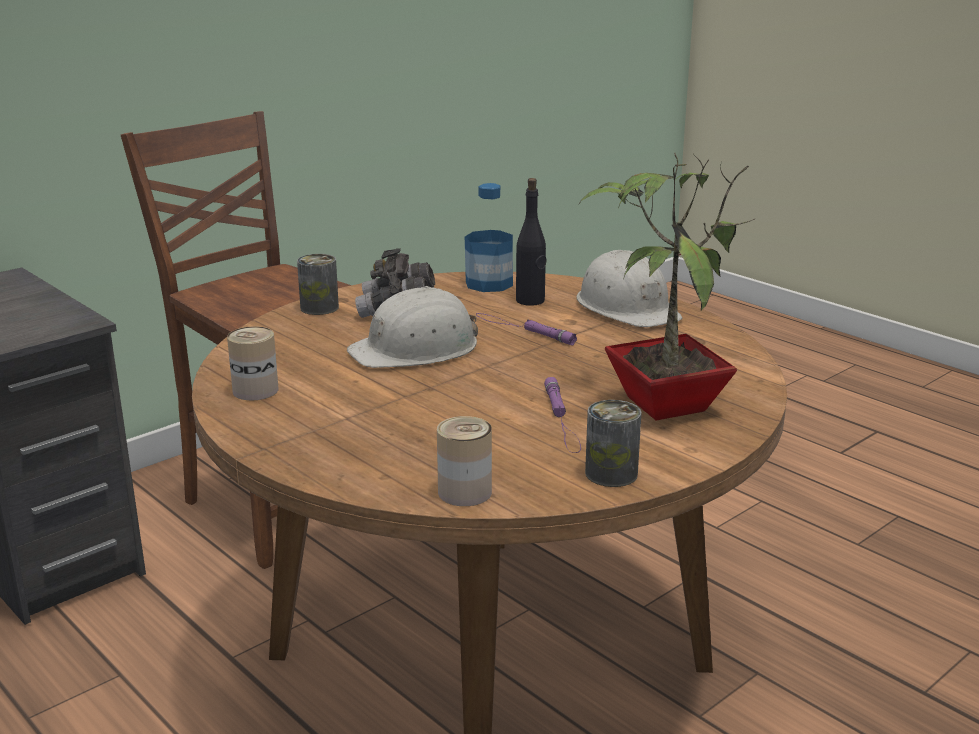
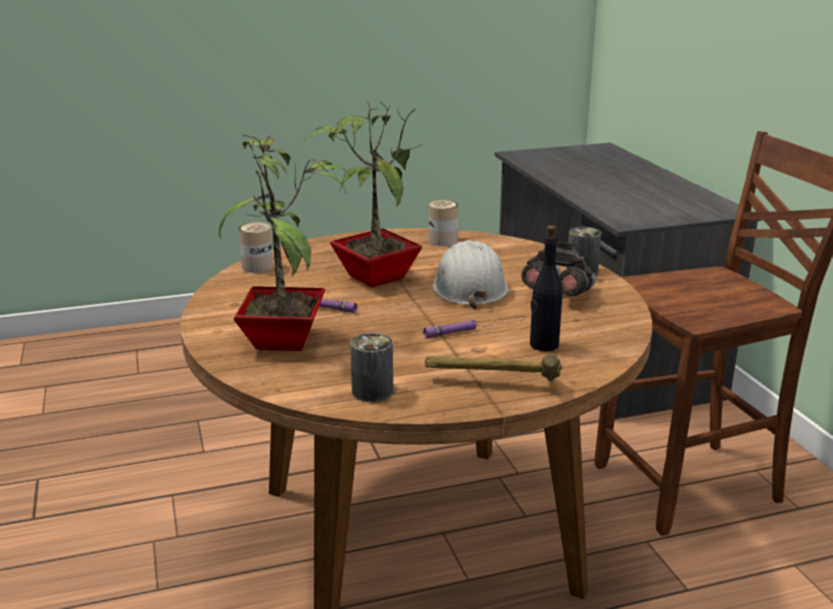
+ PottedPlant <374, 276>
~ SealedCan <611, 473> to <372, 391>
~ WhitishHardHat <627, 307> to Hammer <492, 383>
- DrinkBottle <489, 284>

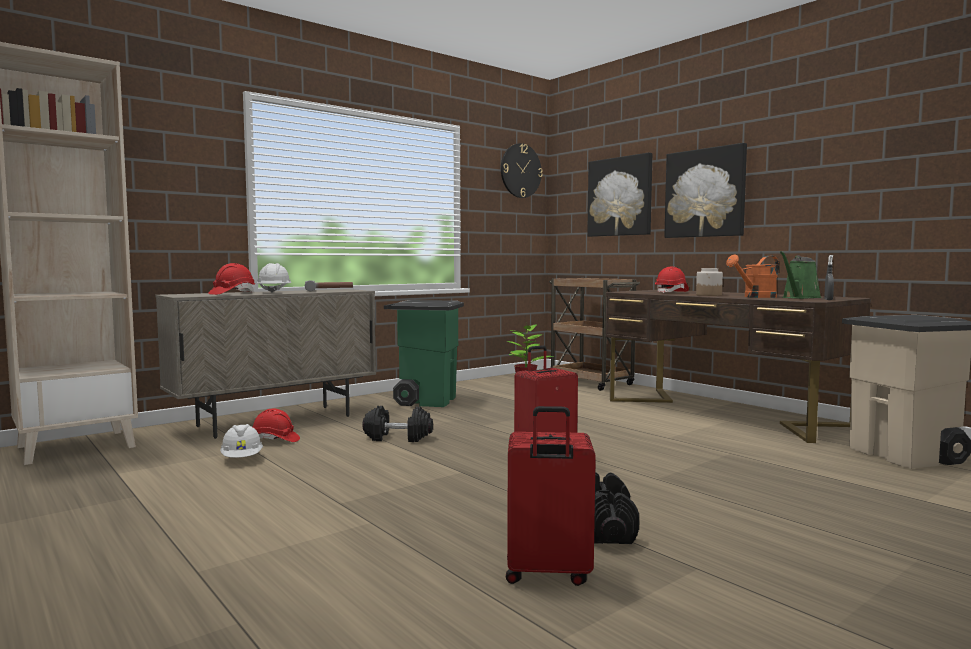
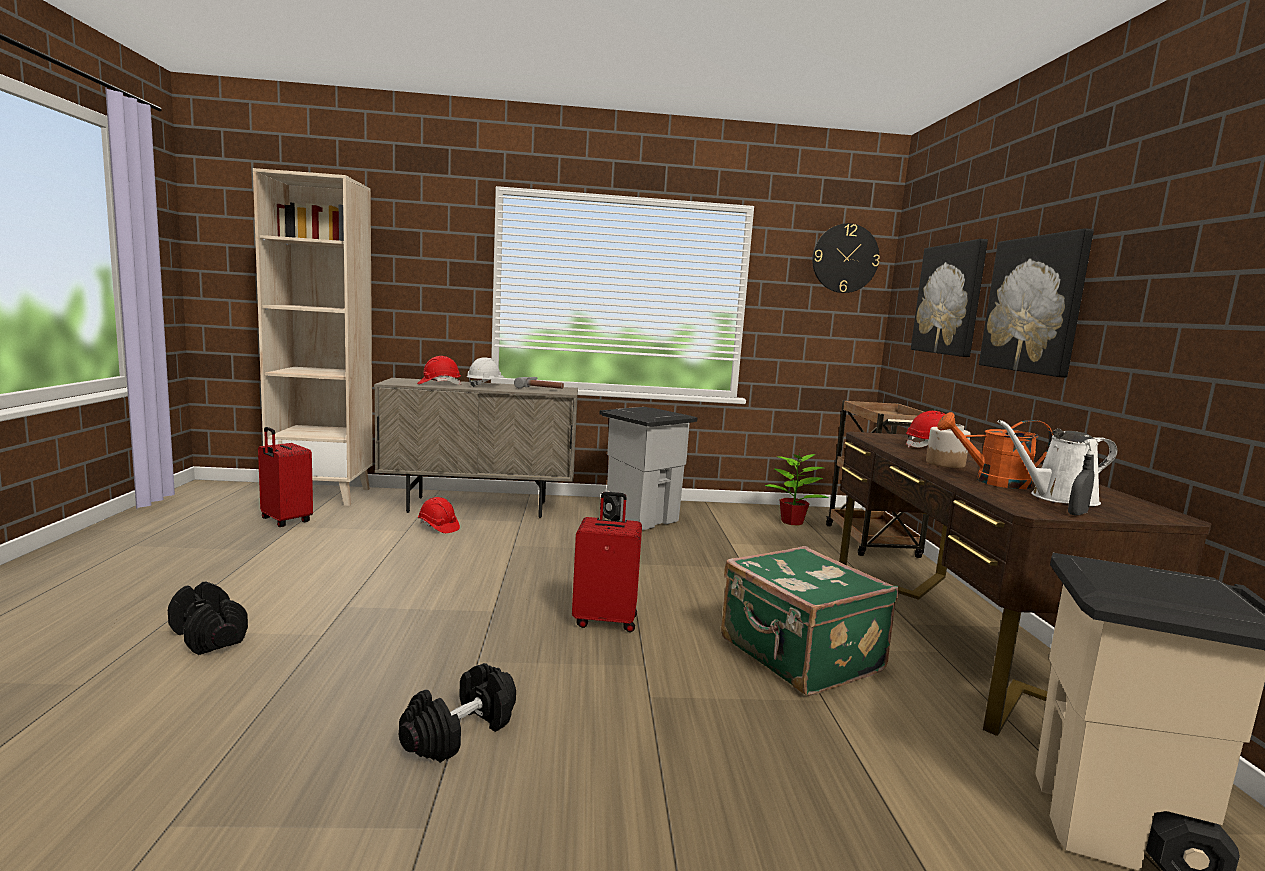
~ BlackColouredDumbbell <398, 438> to <209, 636>
~ RedPieceOfLuggage <547, 574> to <285, 521>
~ GreenishTrashCan <426, 401> to GreyishTrashCan <640, 519>
+ GreenishPieceOfLuggage <799, 656>
~ GreenishSprinklingCan <799, 298> to WhitishSprinklingCan <1058, 498>
- WhitishHardHat <242, 459>

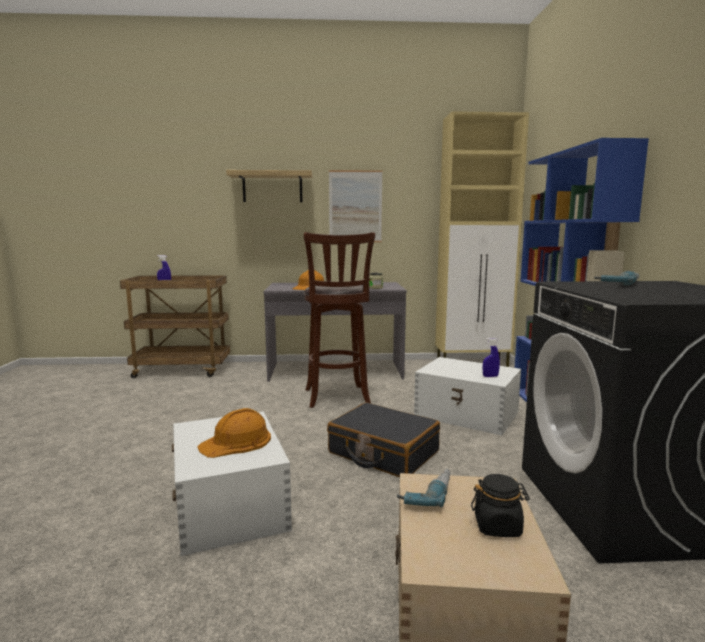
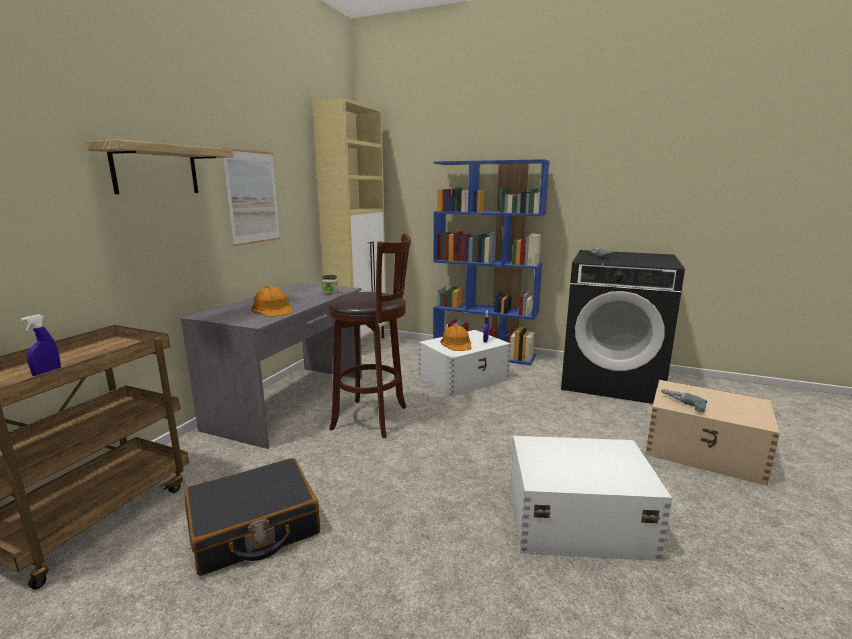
~ BlackColouredPieceOfLuggage <383, 452> to <254, 528>
~ OrangeyHardHat <236, 442> to <457, 343>
- BlackColouredJar <498, 526>

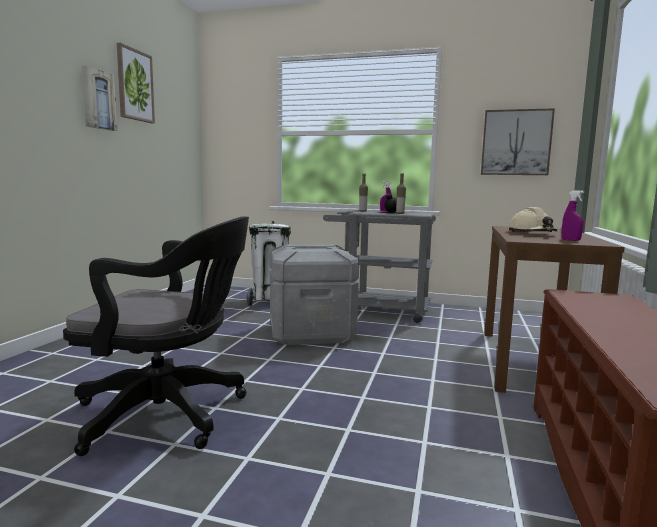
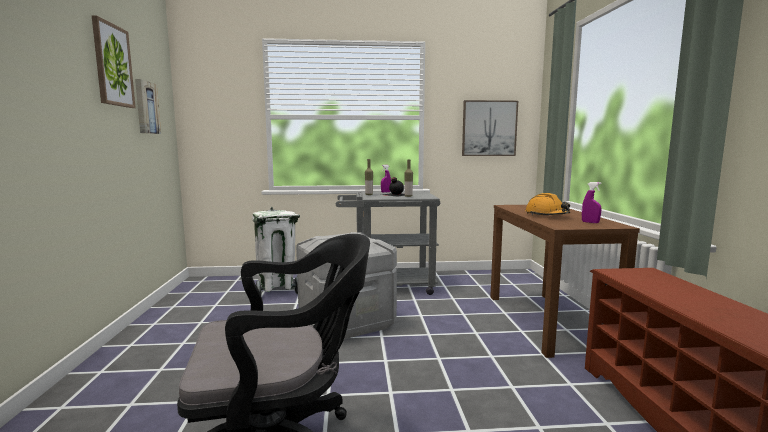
~ WallPicture <98, 100> to <146, 107>
~ SandColouredHardHat <531, 234> to OrangeyHardHat <546, 215>

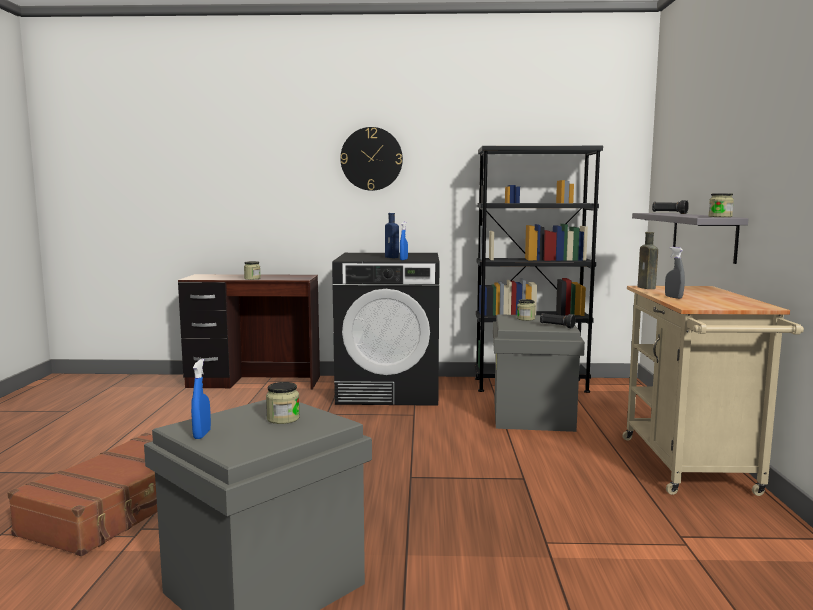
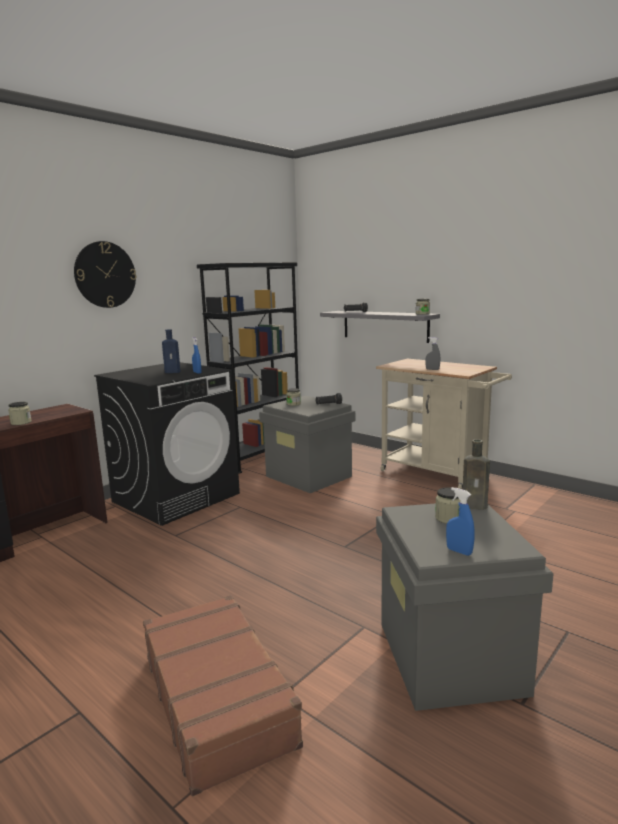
~ BrownColouredDrinkBottle <647, 288> to <476, 506>

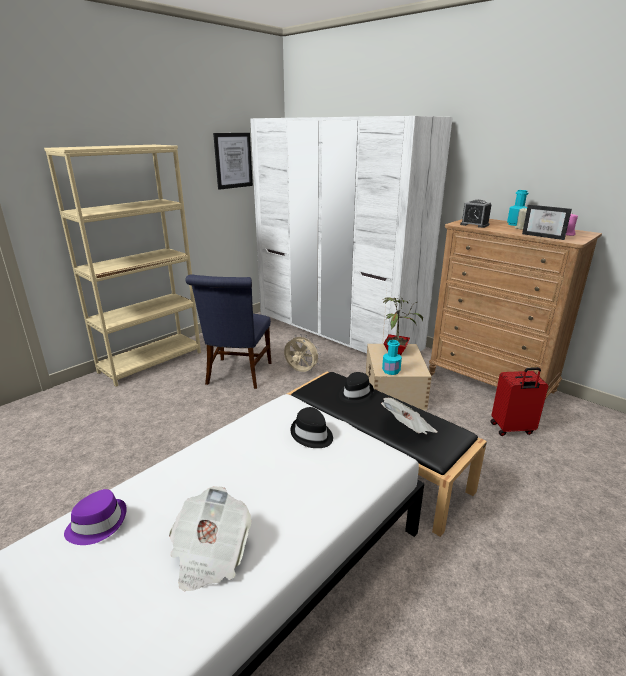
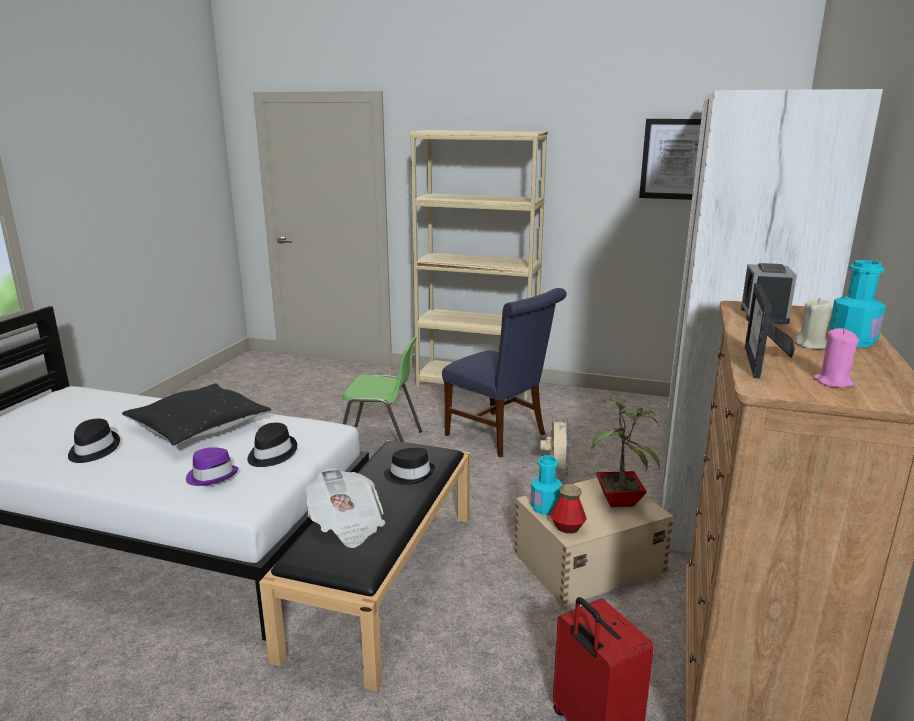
~ PrintedPaper <210, 554> to BlackColouredWearableHat <93, 450>
+ BlackColouredPillow <199, 426>
~ PurplishWearableHat <97, 523> to <212, 475>
+ GreenishUprightChair <382, 442>
~ BlueColouredUprightChair <237, 375> = <500, 435> 120 degrees counterclockwise
+ DrinkBottle <567, 528>

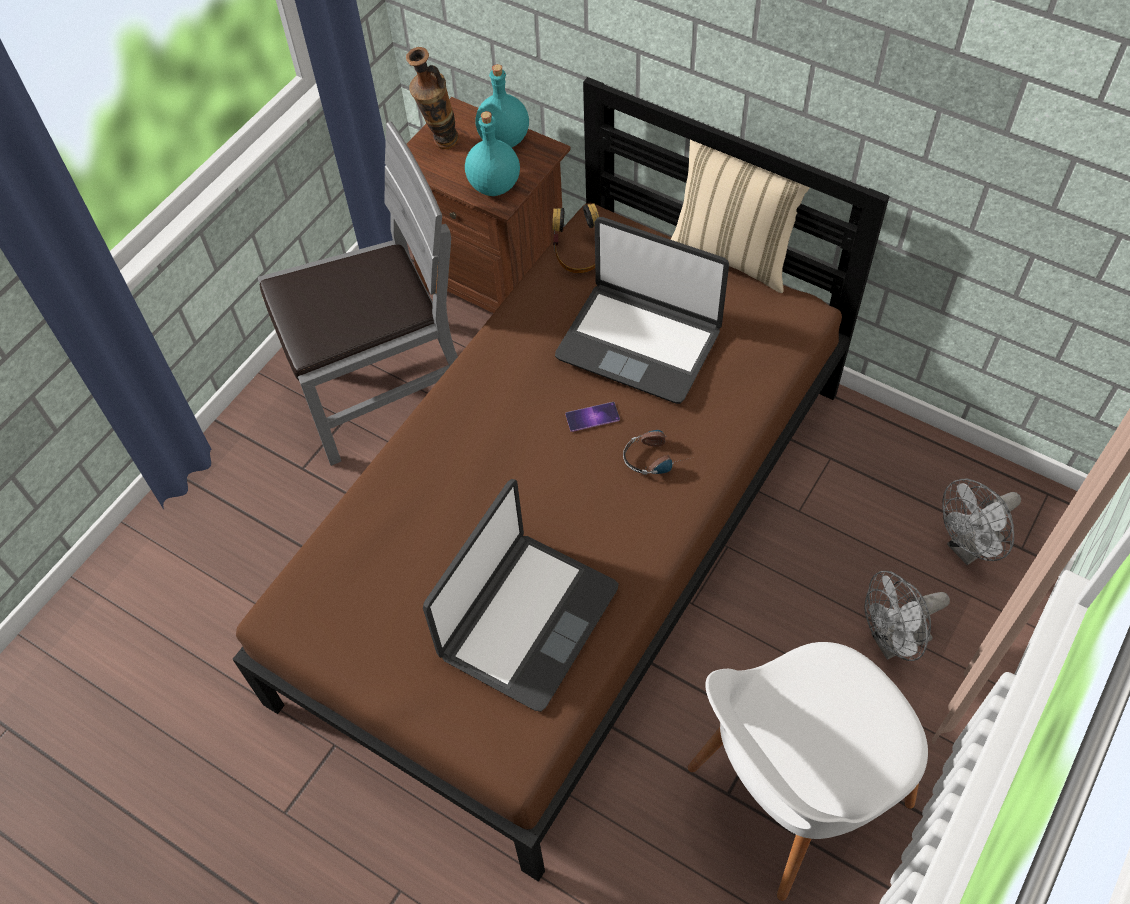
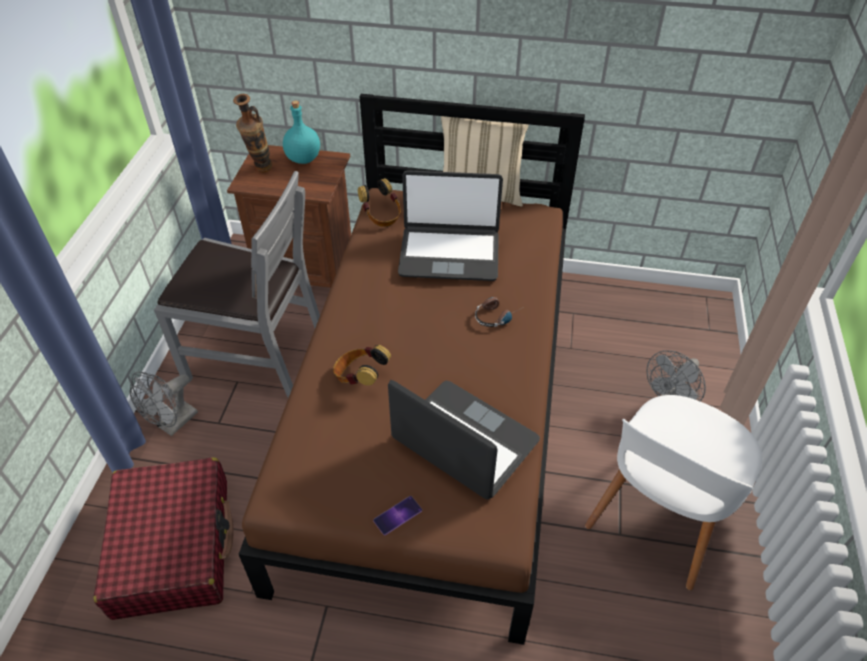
+ RedPieceOfLuggage <173, 546>
~ GreyishCoolingFan <968, 548> to <173, 424>
~ GreyishUprightChair <381, 387> = <256, 354> 60 degrees clockwise
+ PairOfHeadphones <360, 377>
~ Handset <592, 417> to <397, 515>
~ Laptop <527, 620> = <464, 441> 60 degrees counterclockwise
- TurquoiseColouredDrinkBottle <493, 186>

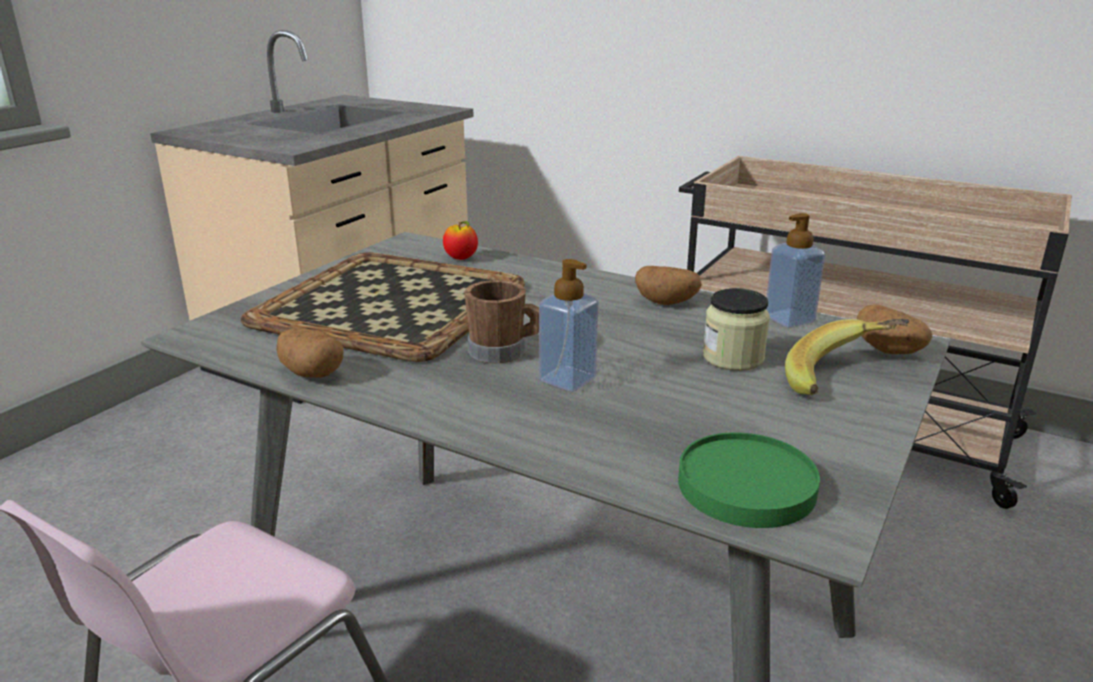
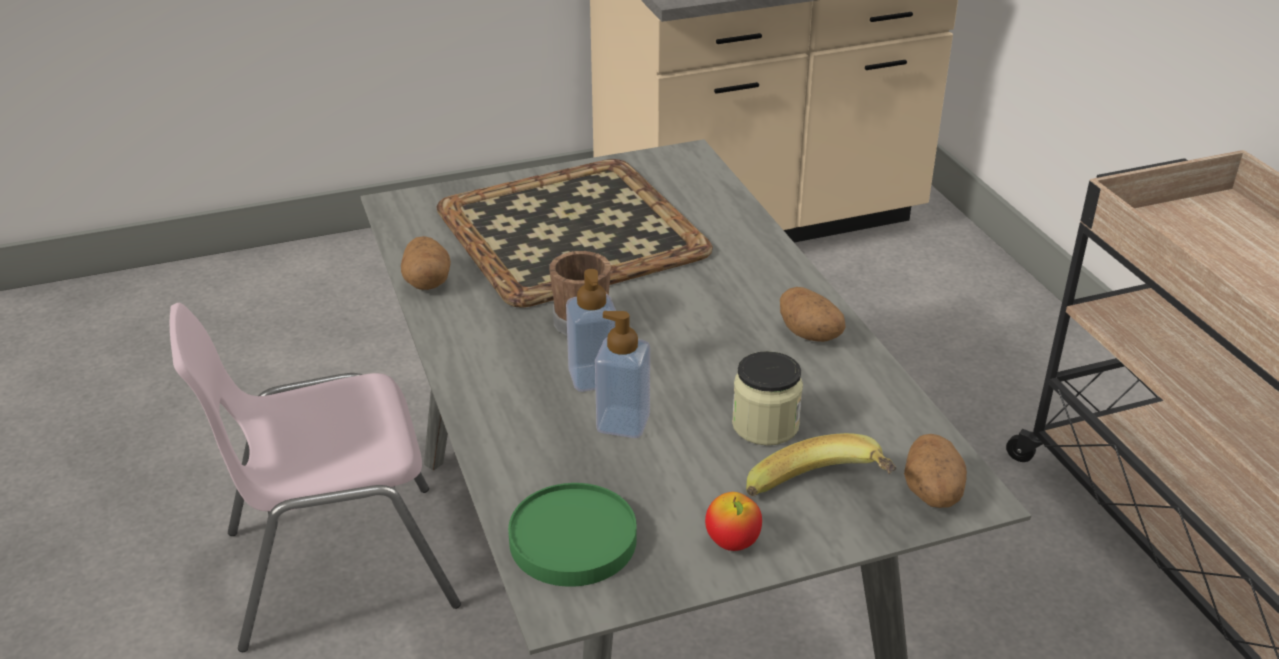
~ SoapBottle <789, 319> to <623, 423>
~ AppleFruit <461, 258> to <732, 543>

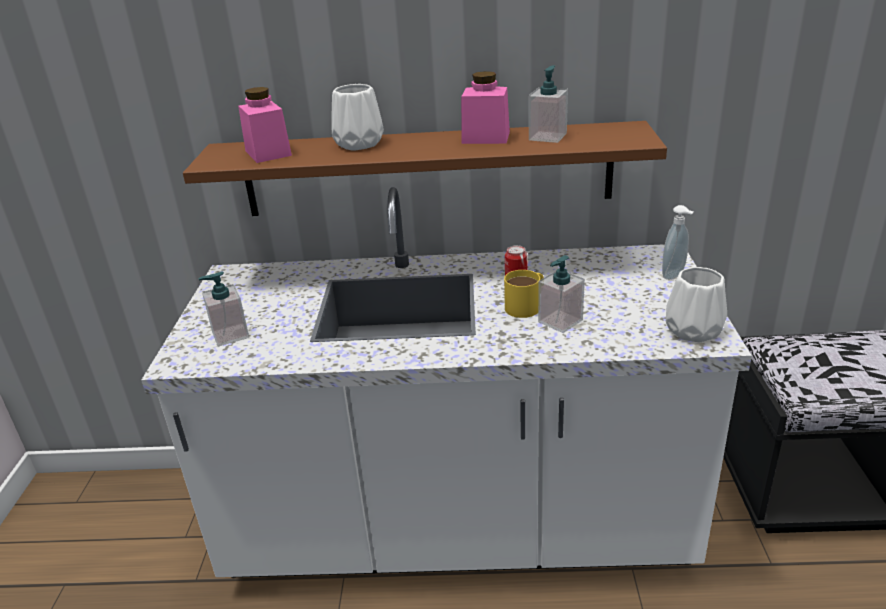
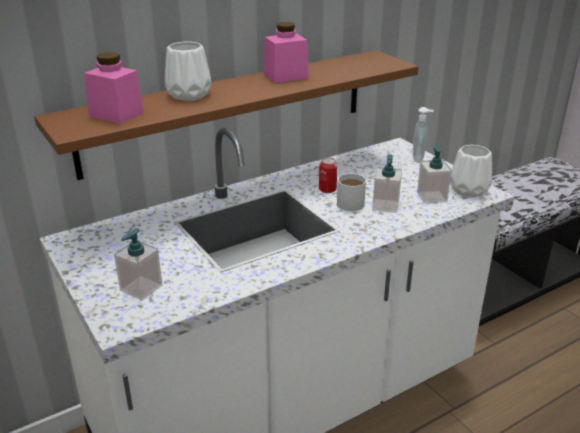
~ YellowColouredMug <527, 305> to WhitishMug <351, 201>
~ SoapBottle <548, 137> to <431, 197>

